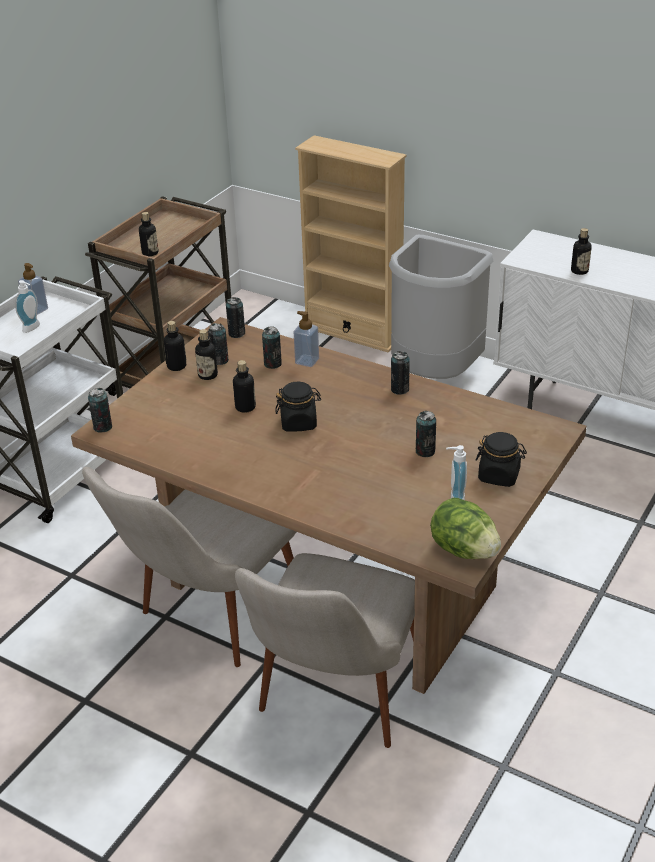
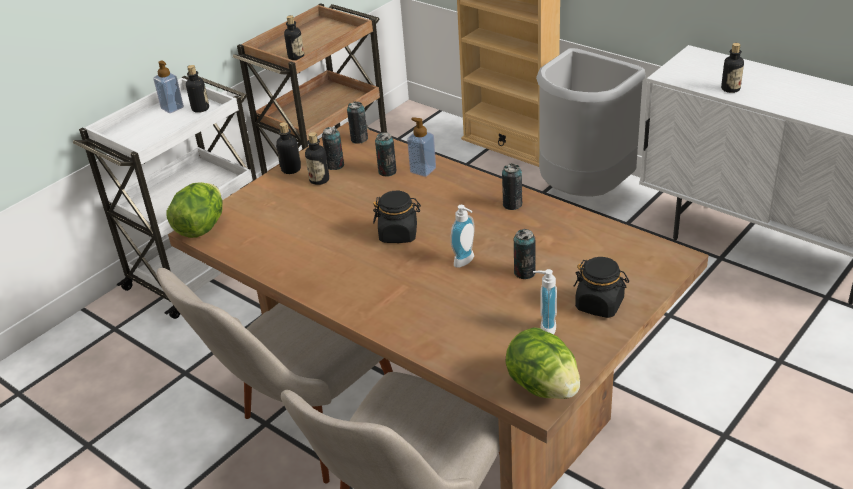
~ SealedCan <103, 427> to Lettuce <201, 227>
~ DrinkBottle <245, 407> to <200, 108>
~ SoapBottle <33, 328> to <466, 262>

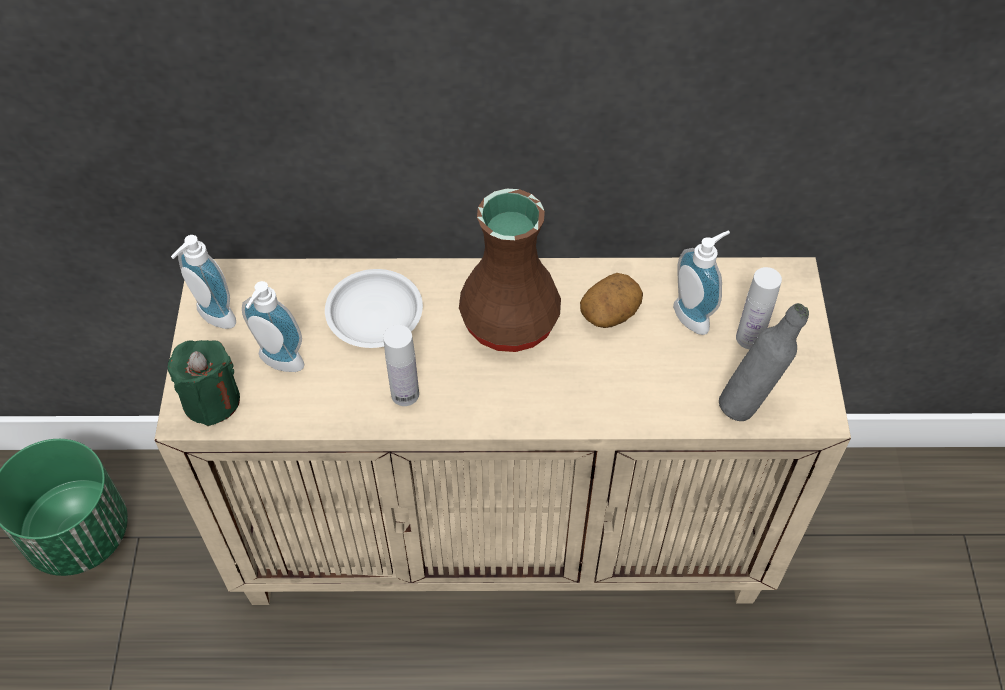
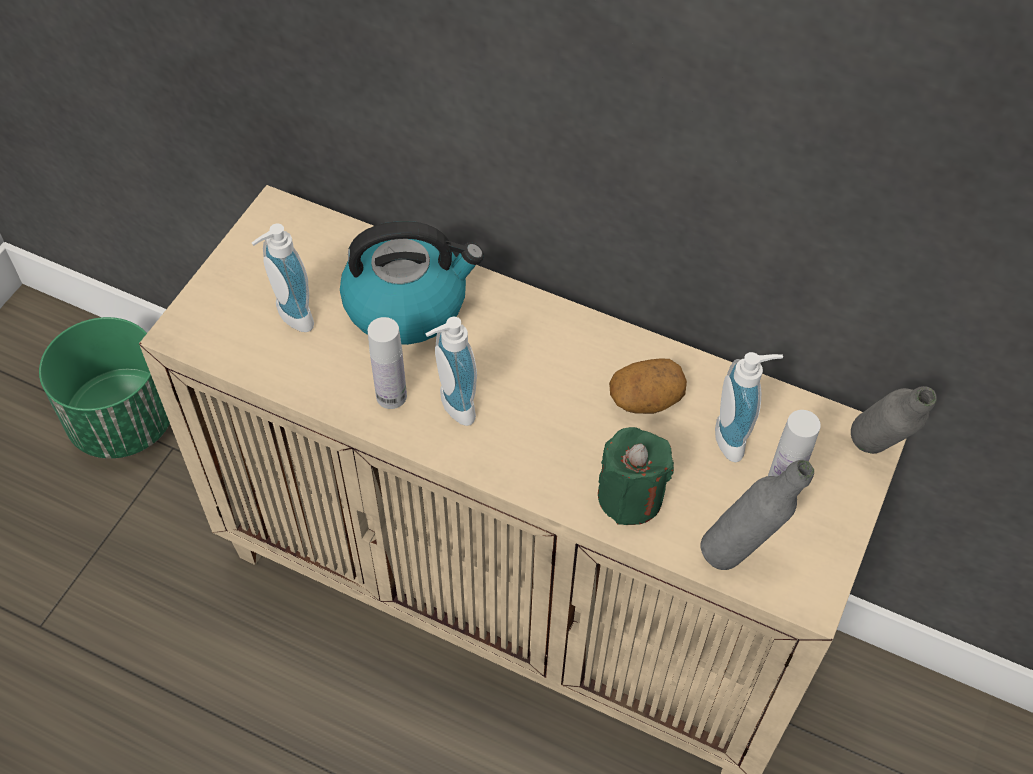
~ WhitishDinnerPlate <373, 313> to TeaKettle <408, 304>
~ SoapBottle <212, 319> to <451, 407>
~ GreenishWaxLight <211, 400> to <630, 496>
+ GreyishDrinkBottle <874, 457>
- BrownColouredFlowerVase <509, 318>

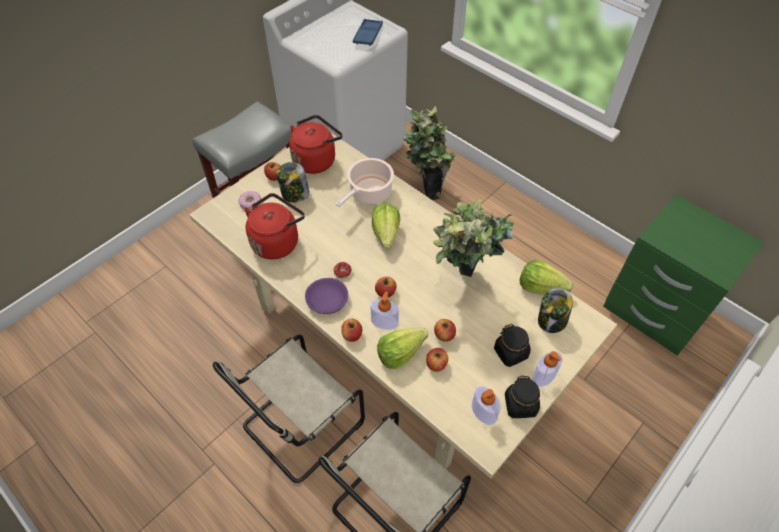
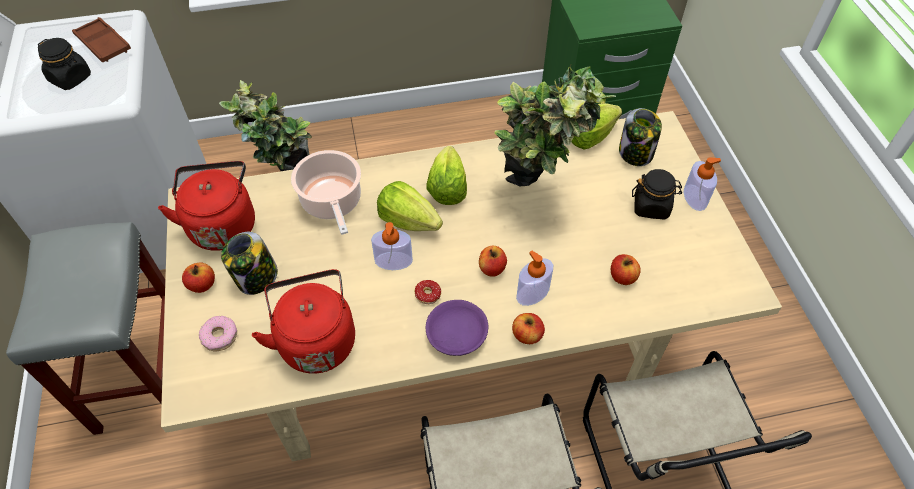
~ BlackColouredJar <520, 405> to <71, 78>
~ BlueColouredServingTray <368, 35> to BrownColouredServingTray <103, 44>
~ SoapBottle <483, 412> to <393, 261>
~ Lettuce <400, 353> to <447, 188>
- AppleFruit <444, 335>

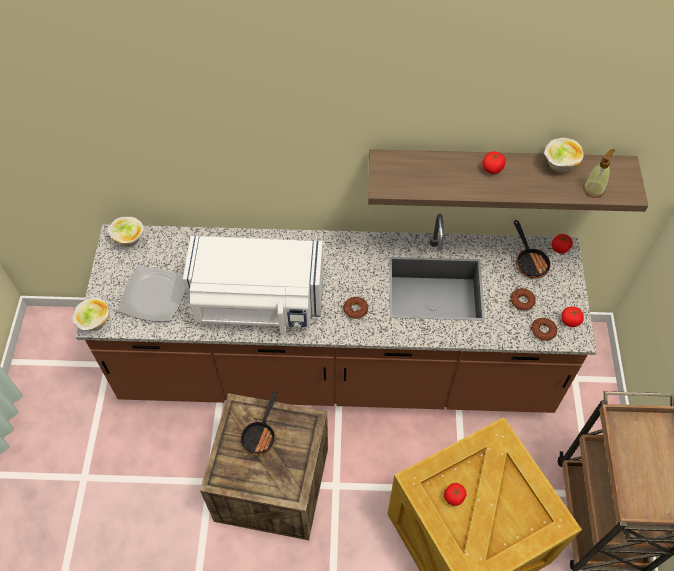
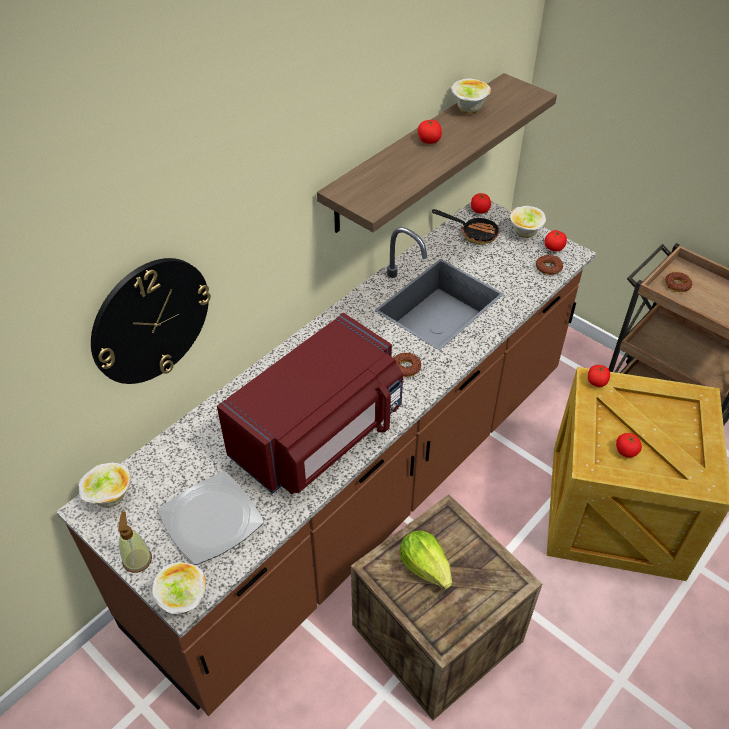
+ ClockOnTheWall <150, 320>
~ SoapBottle <593, 189> to <137, 560>
~ WhitishKitchenMicrowave <258, 303> to RedKitchenMicrowave <320, 435>
~ Skillet <261, 434> to Lettuce <426, 566>
+ DeepDish <525, 233>
+ Tomato <596, 382>
~ Doughnut <522, 301> to <677, 285>

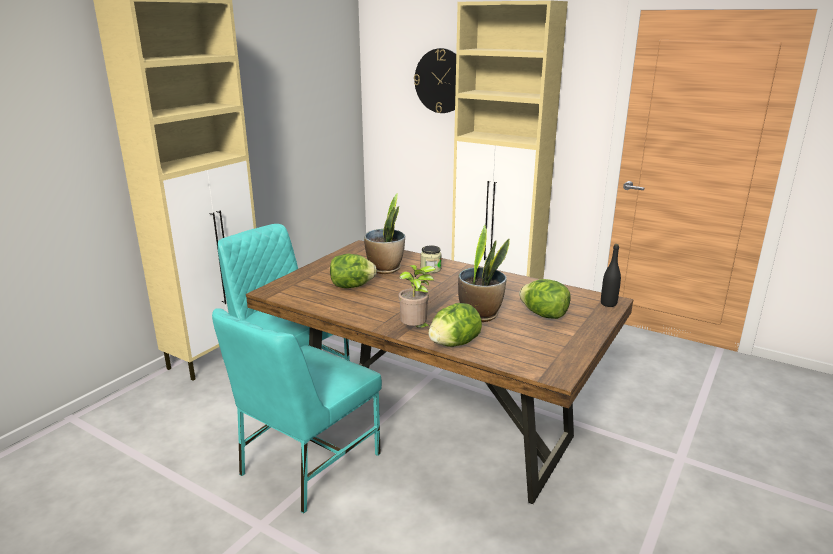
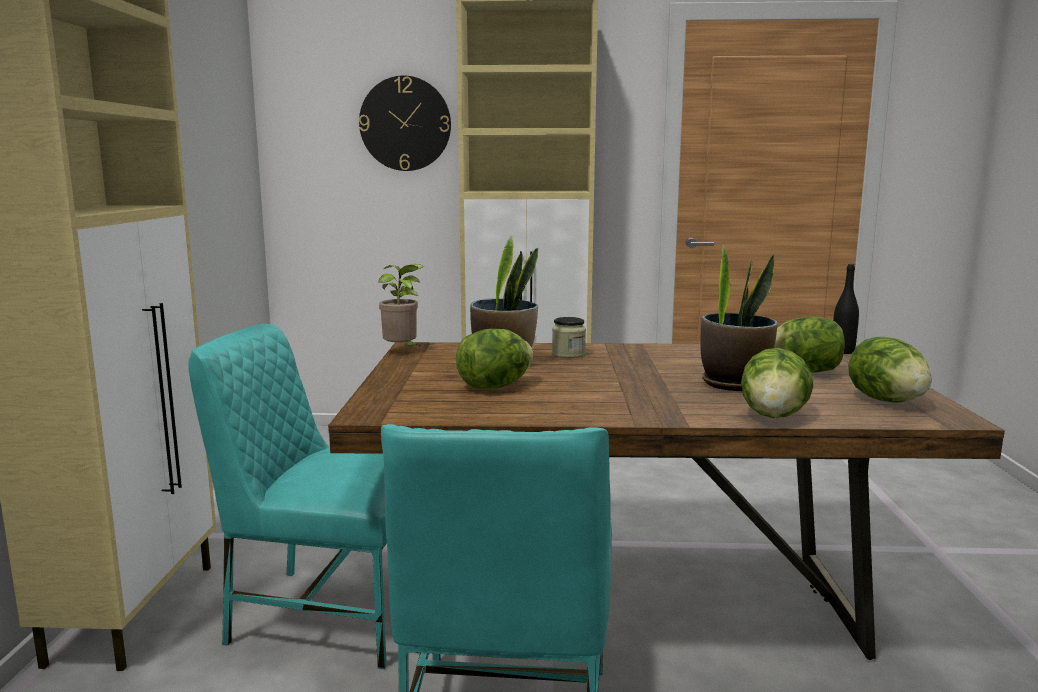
~ PottedPlant <415, 330> to <402, 351>
+ Lettuce <886, 401>

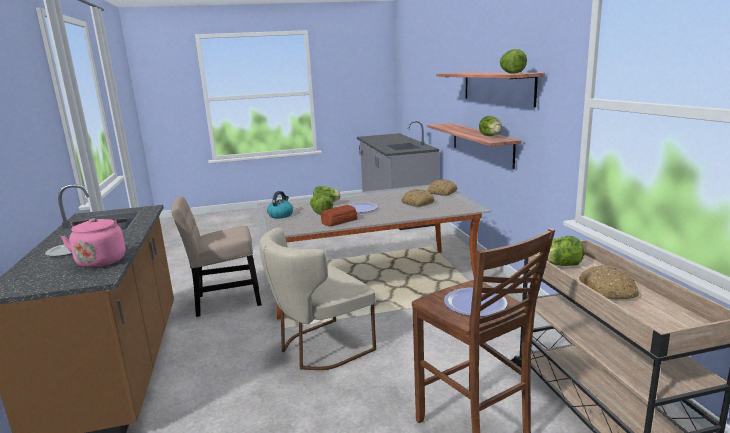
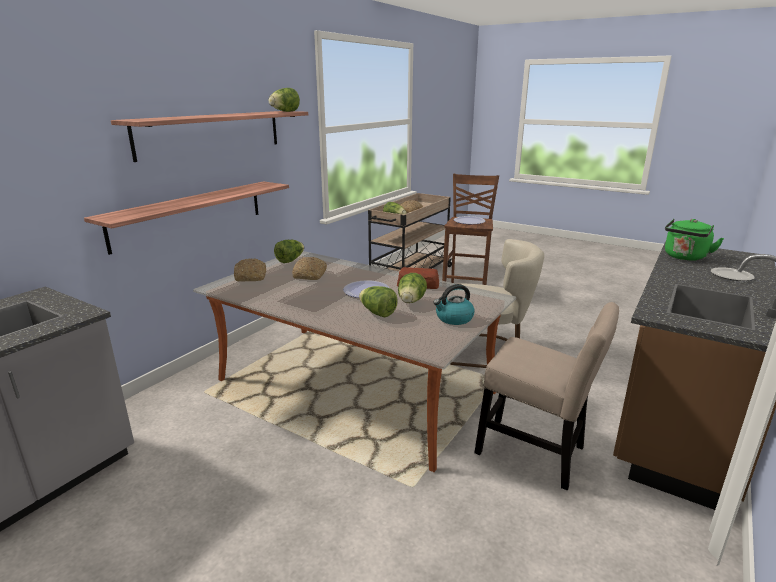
~ Lettuce <491, 136> to <290, 260>
~ PinkColouredTeaKettle <102, 260> to GreenishTeaKettle <685, 257>

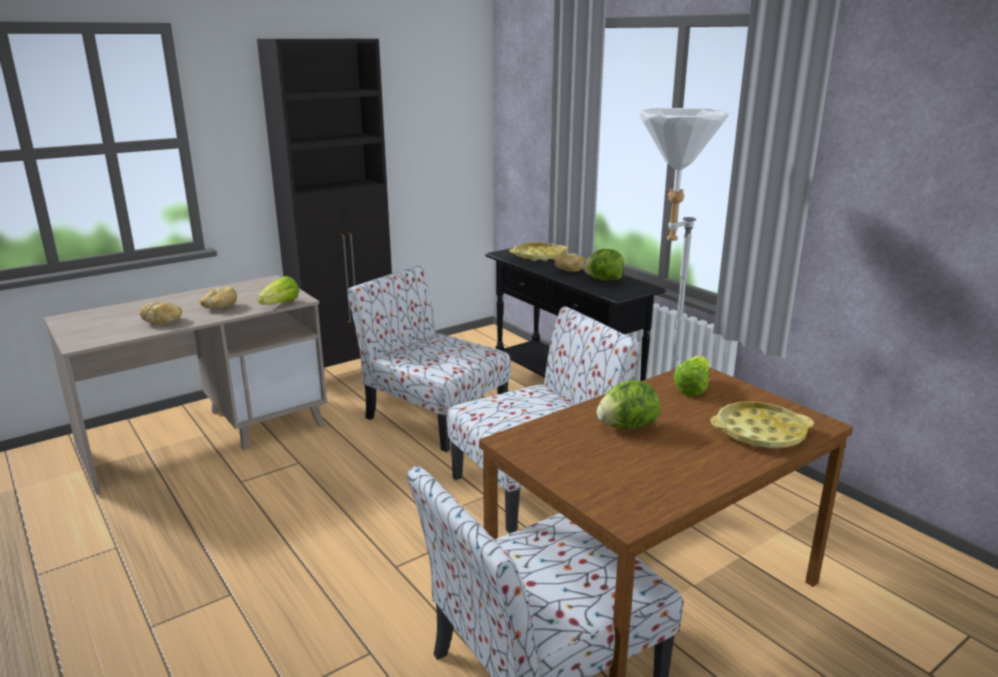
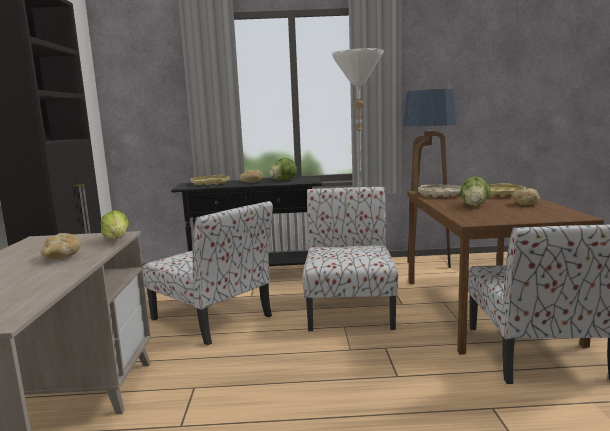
~ UprightChair <433, 415> = <213, 318> 120 degrees counterclockwise
+ StandingLamp <427, 267>
~ Lettuce <692, 388> to SandColouredServingTray <440, 194>
~ Bread <163, 321> to <525, 204>

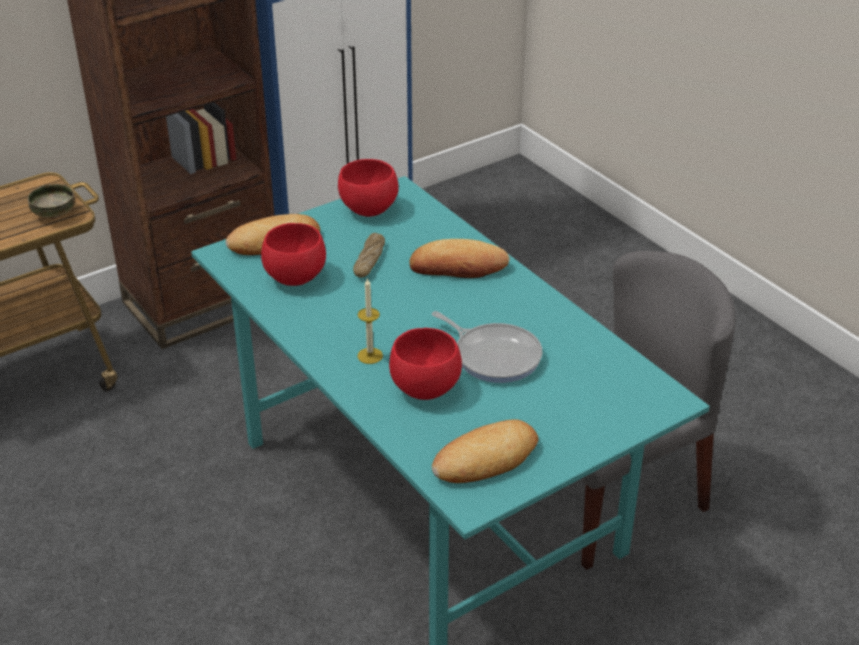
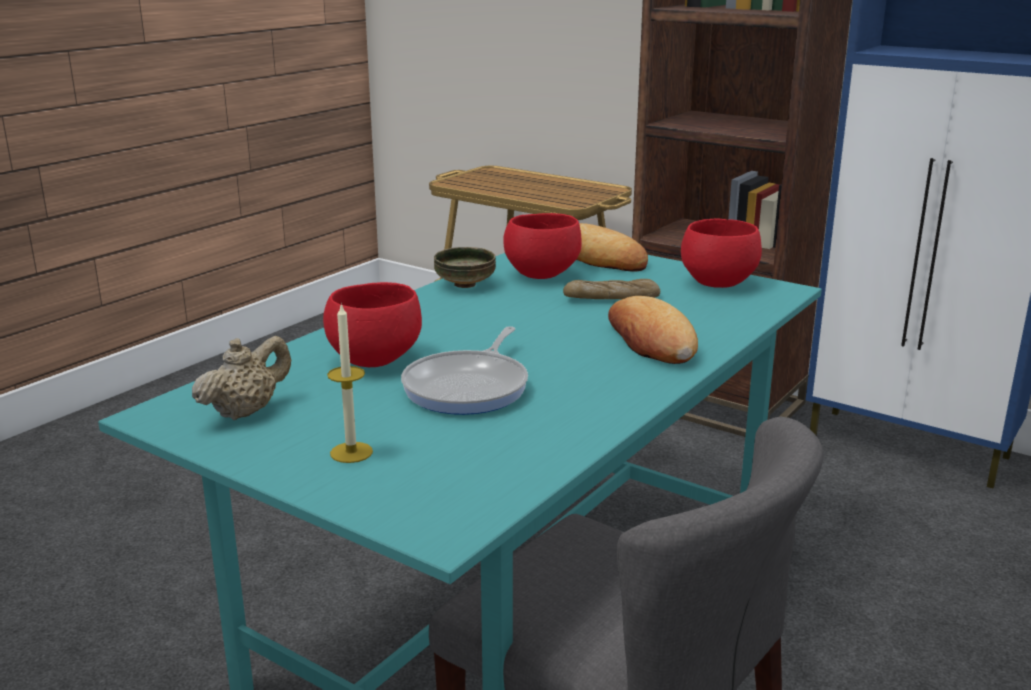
~ Bread <486, 458> to SandColouredTeapot <246, 411>
~ WaxLight <370, 356> to <351, 452>
~ DeepDish <54, 214> to <465, 284>

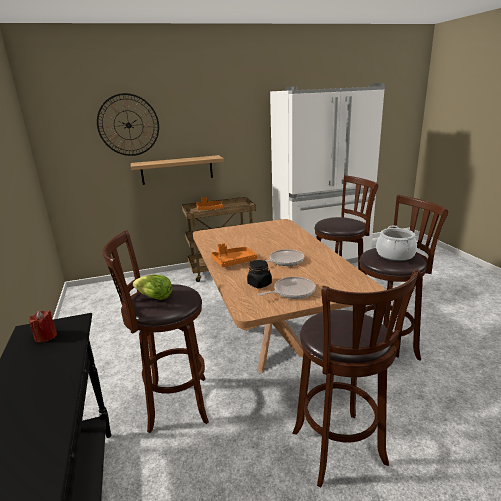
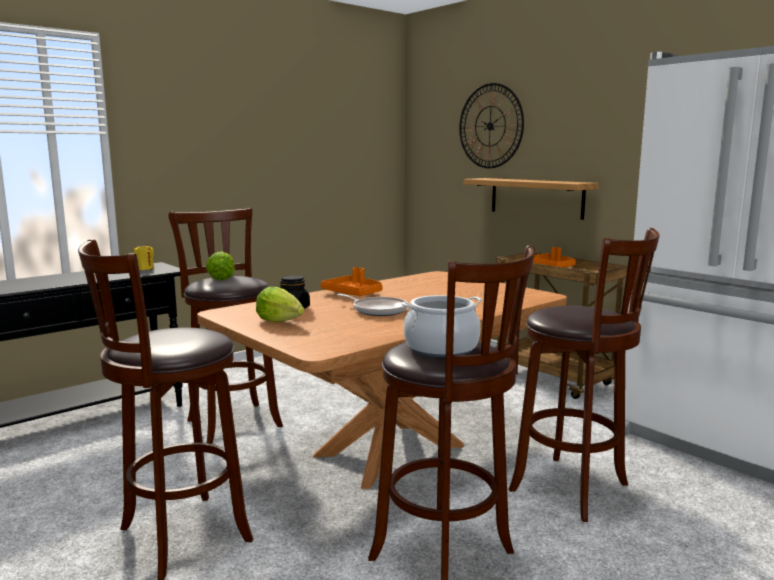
~ RedWaxLight <46, 336> to YellowColouredWaxLight <144, 269>
~ Skillet <292, 291> to Lettuce <279, 321>

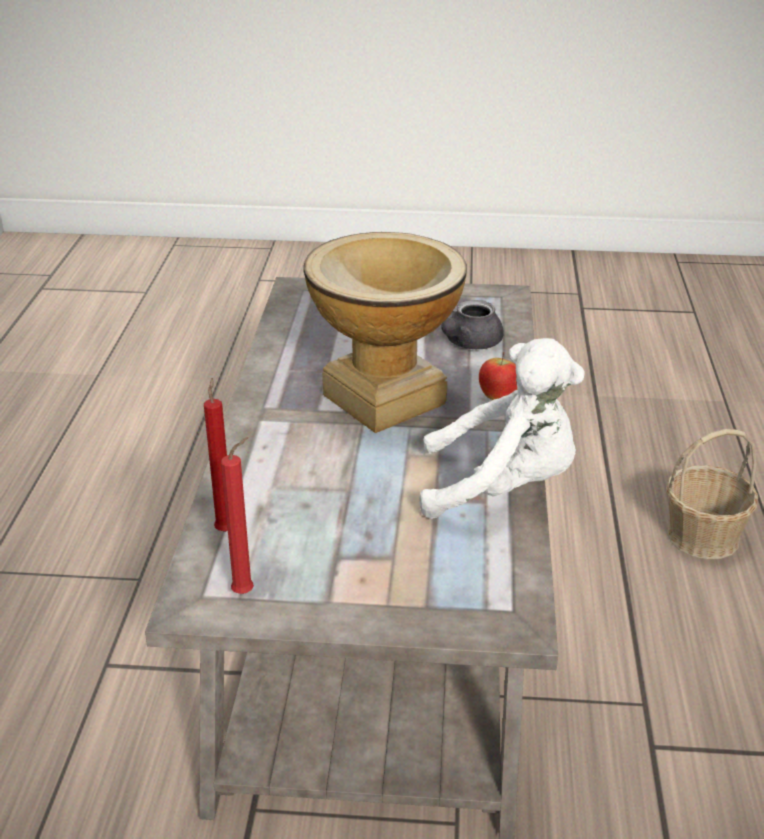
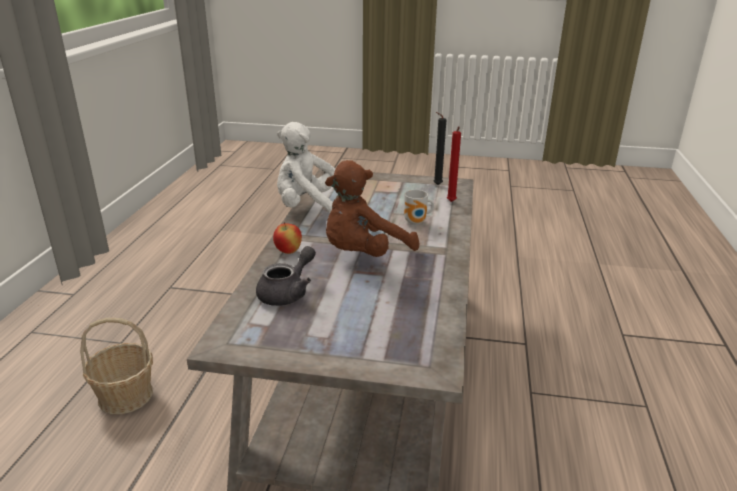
~ FlowerVase <385, 399> to BrownColouredCuddlyToy <364, 254>
+ Mug <417, 222>
~ RedWaxLight <246, 592> to BlackColouredWaxLight <436, 185>

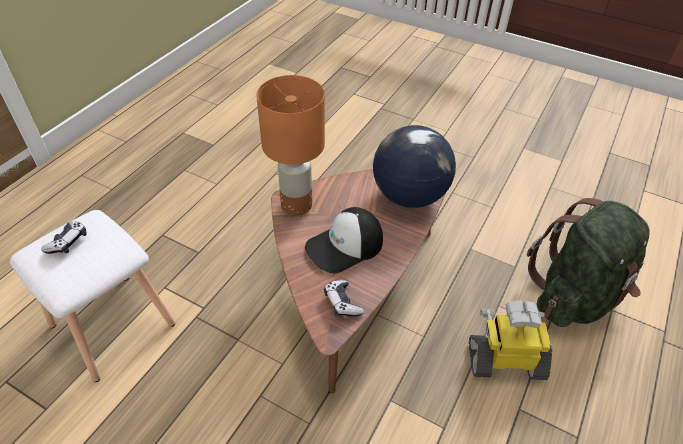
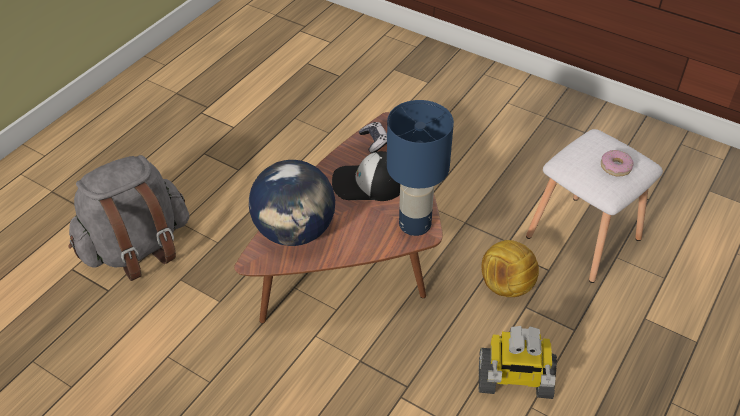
~ GreenishRucksack <574, 296> to GreyishRucksack <138, 248>
~ Cap <345, 246> = <368, 183> 150 degrees counterclockwise
~ OrangeyTabletopLamp <296, 204> to BlueColouredTabletopLamp <414, 225>
~ ModelRobot <505, 360> to <514, 380>
+ Football <506, 285>
~ Gamepad <67, 242> to Doughnut <615, 167>

